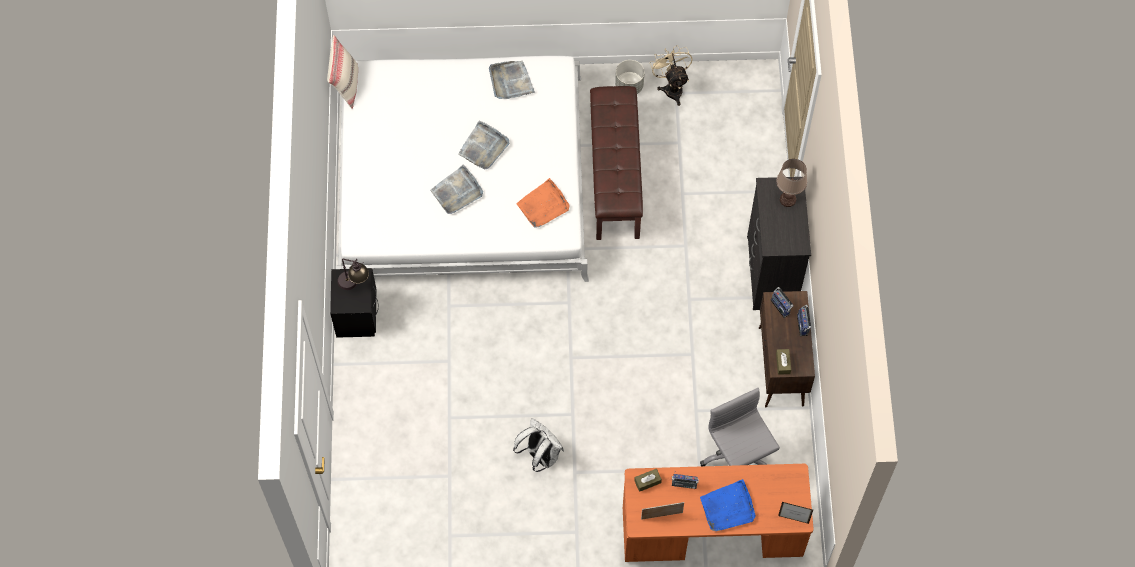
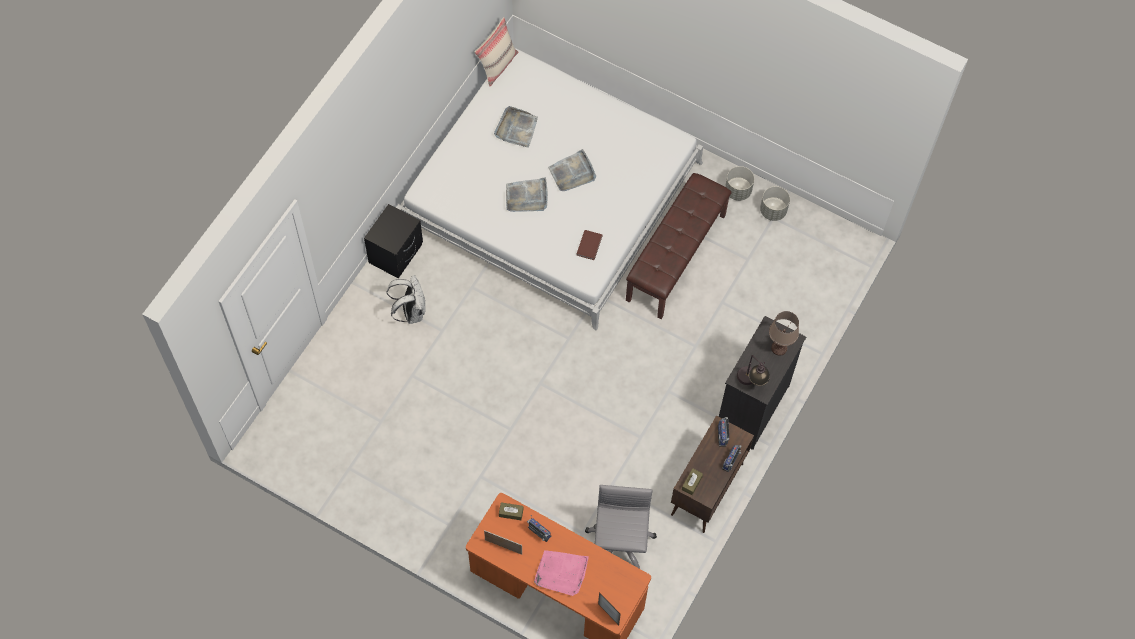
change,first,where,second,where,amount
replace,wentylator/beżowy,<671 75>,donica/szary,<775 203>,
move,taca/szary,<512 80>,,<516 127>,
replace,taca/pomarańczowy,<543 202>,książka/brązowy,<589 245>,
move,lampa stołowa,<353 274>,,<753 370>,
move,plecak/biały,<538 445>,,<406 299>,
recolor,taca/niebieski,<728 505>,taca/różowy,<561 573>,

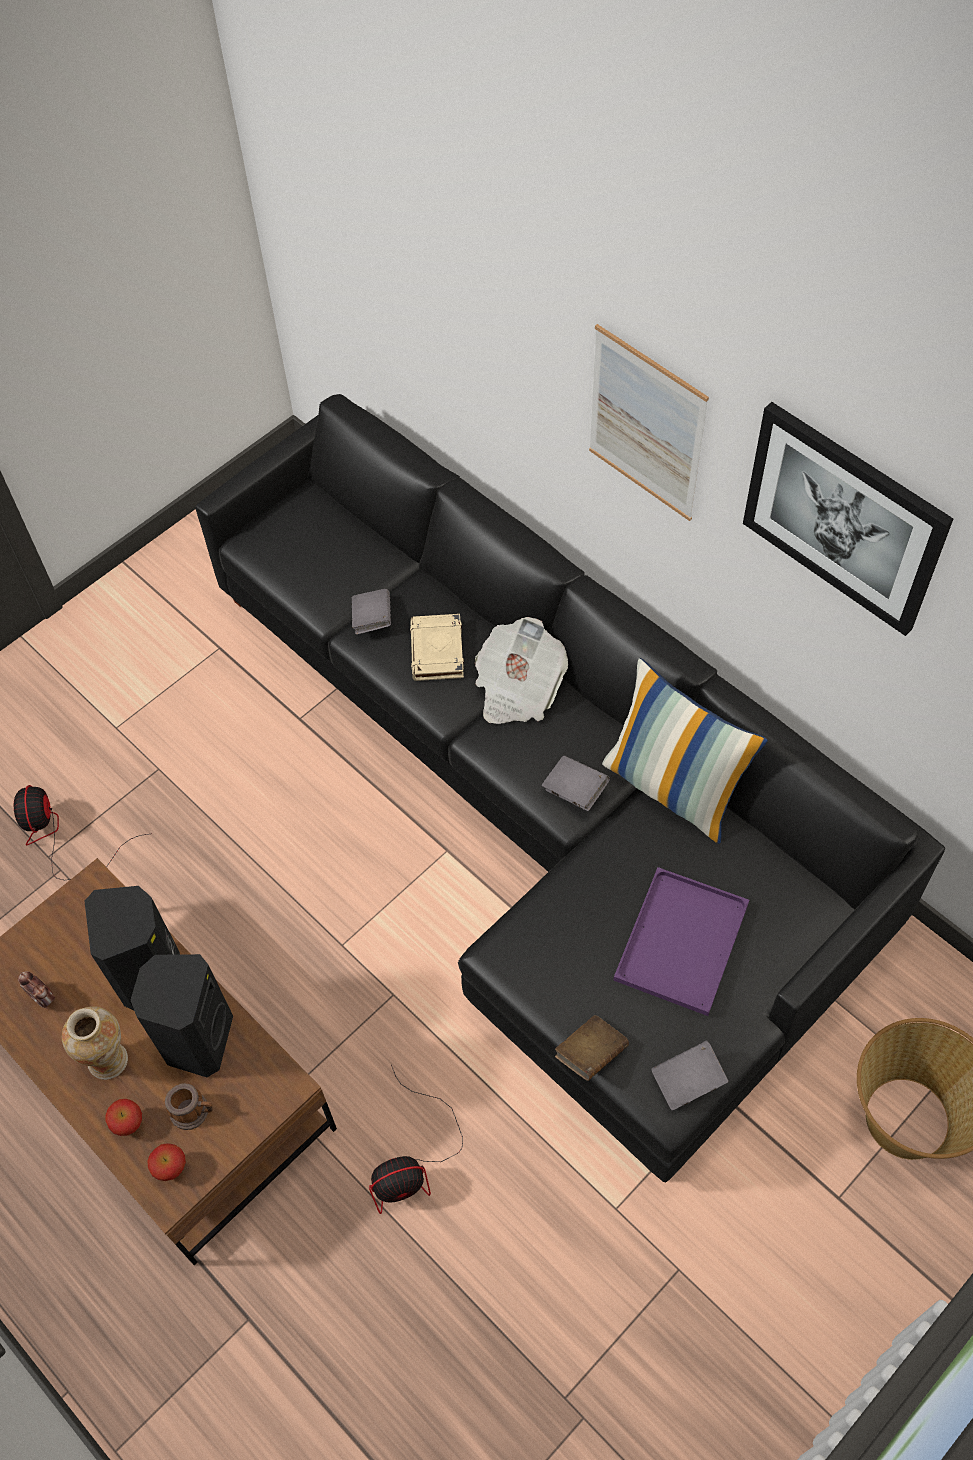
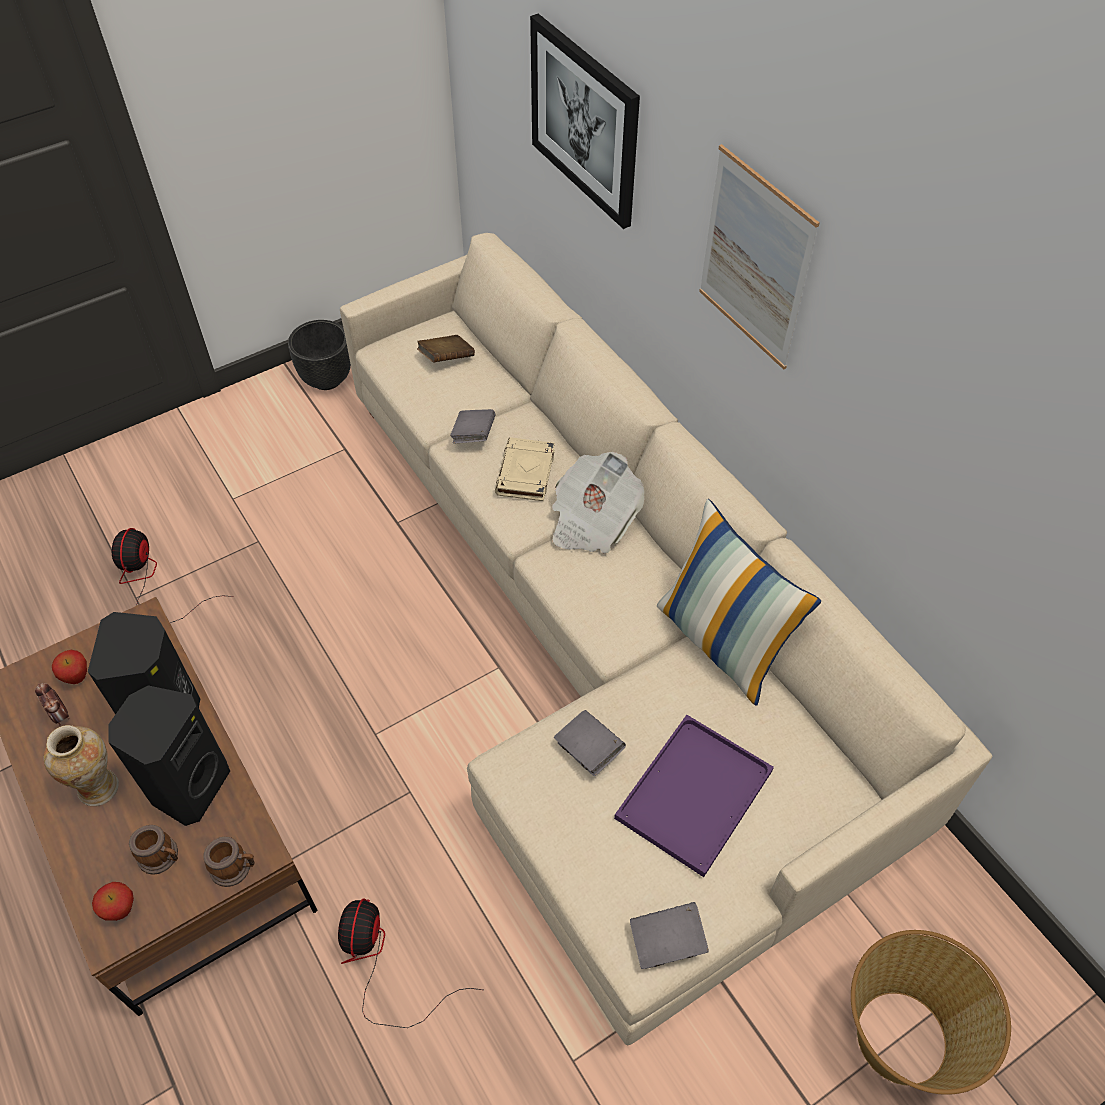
change,first,where,second,where,amount
recolor,kanapa/czarny,<570 788>,kanapa/beżowy,<666 639>,
move,obraz,<848 519>,,<585 121>,
move,książka/szary,<576 783>,,<590 743>,
move,książka/brązowy,<592 1048>,,<446 348>,
rotate,wentylator,<416 1139>,,<410 963>,105 degrees clockwise
move,jabłko,<124 1117>,,<69 667>,
insert,,,donica/czarny,<319 355>,
insert,,,kubek,<229 862>,

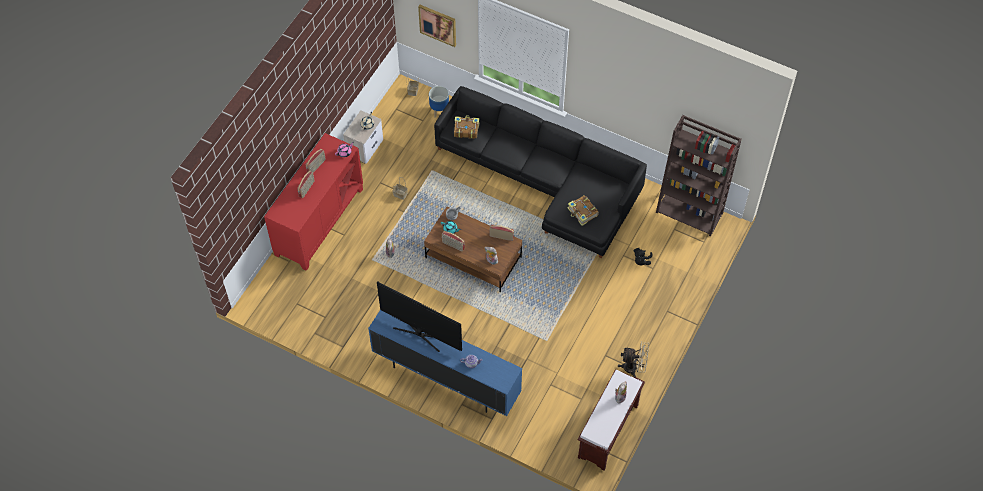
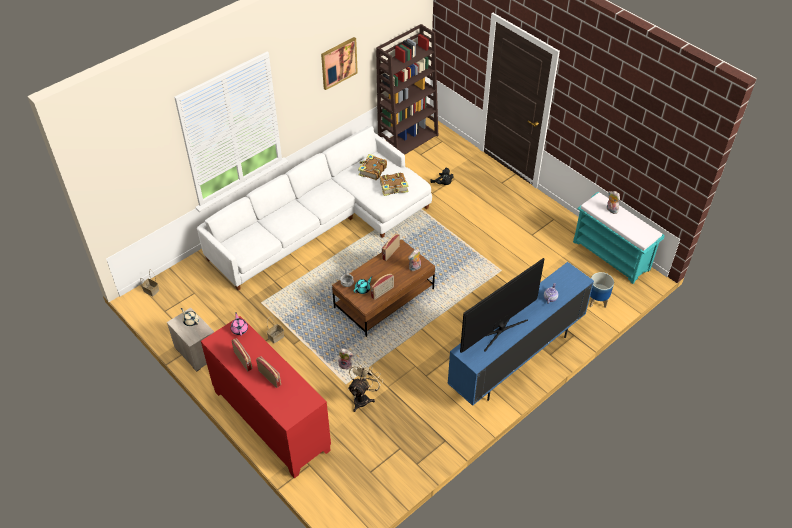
change,first,where,second,where,amount
move,obraz,<437 26>,,<339 63>,
move,donica,<439 102>,,<601 290>,
recolor,kanapa/czarny,<540 172>,kanapa/biały,<314 208>,
move,książka,<466 127>,,<372 167>,
move,wentylator/beżowy,<633 359>,,<365 387>,
recolor,ławka/brązowy,<611 420>,ławka/turkusowy,<619 238>,

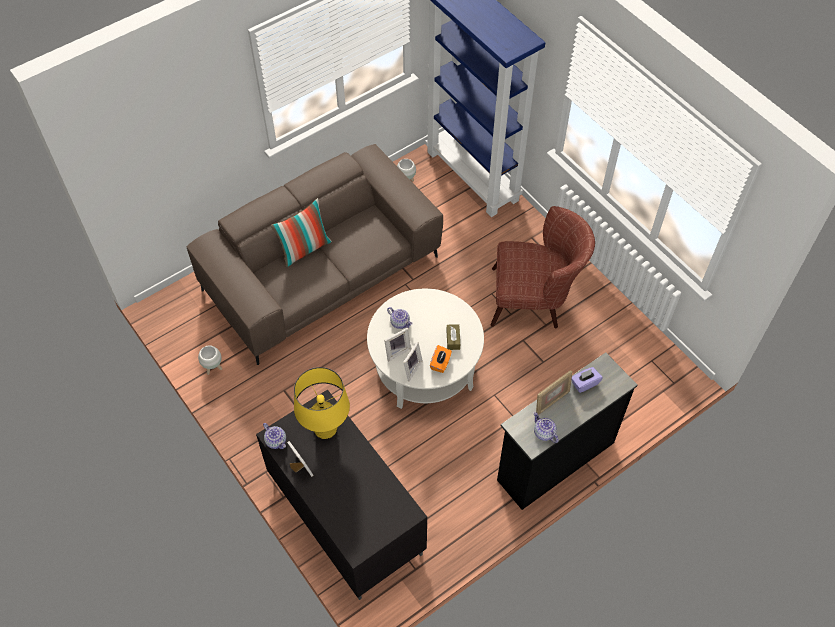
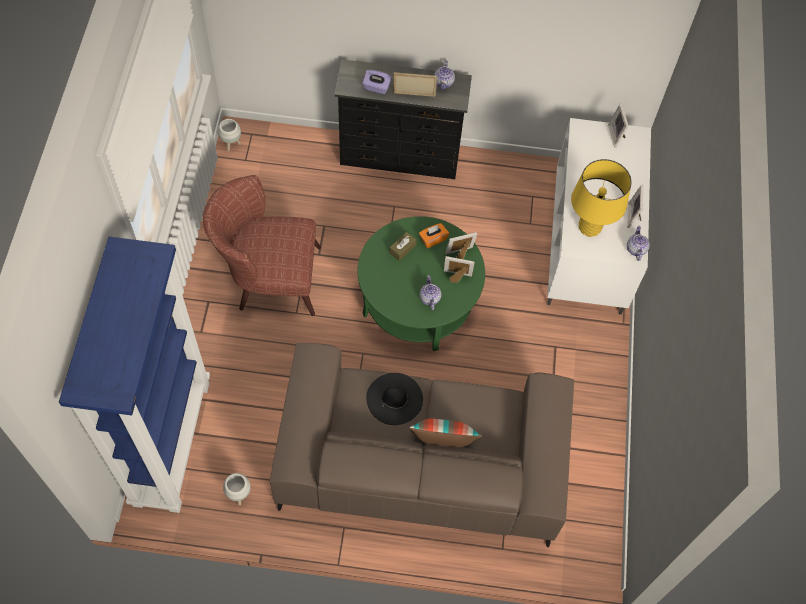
change,first,where,second,where,amount
rotate,fotel/brązowy,<543 267>,,<262 245>,45 degrees counterclockwise
recolor,ława/biały,<425 349>,ława/zielony,<421 283>,
move,donica/biały,<210 360>,,<229 135>,
recolor,szafka pod telewizor/czarny,<341 494>,szafka pod telewizor/biały,<599 216>,
insert,,,ramka na zdjęcie,<618 125>,
insert,,,kapelusz/czarny,<394 399>,

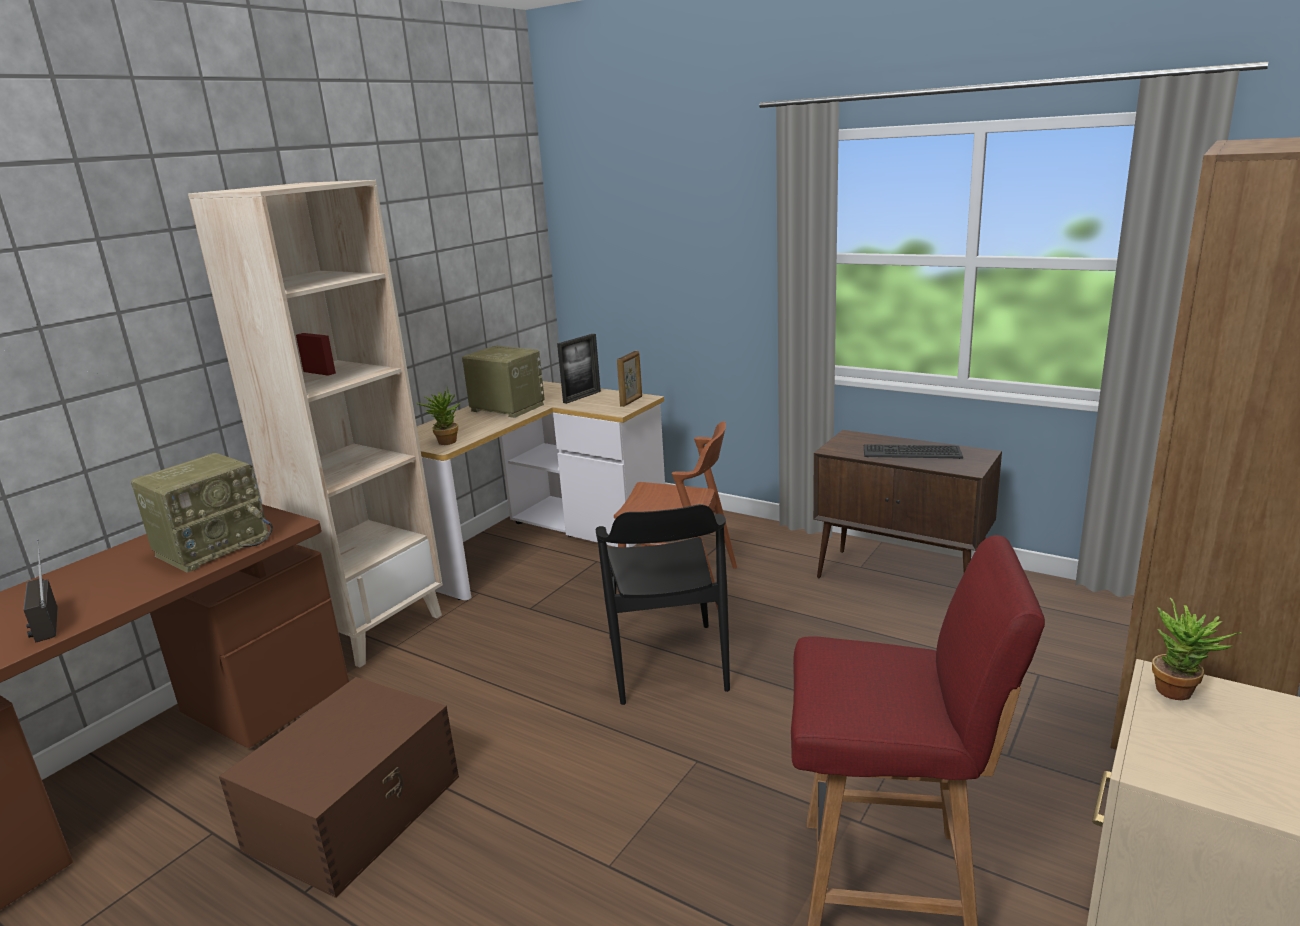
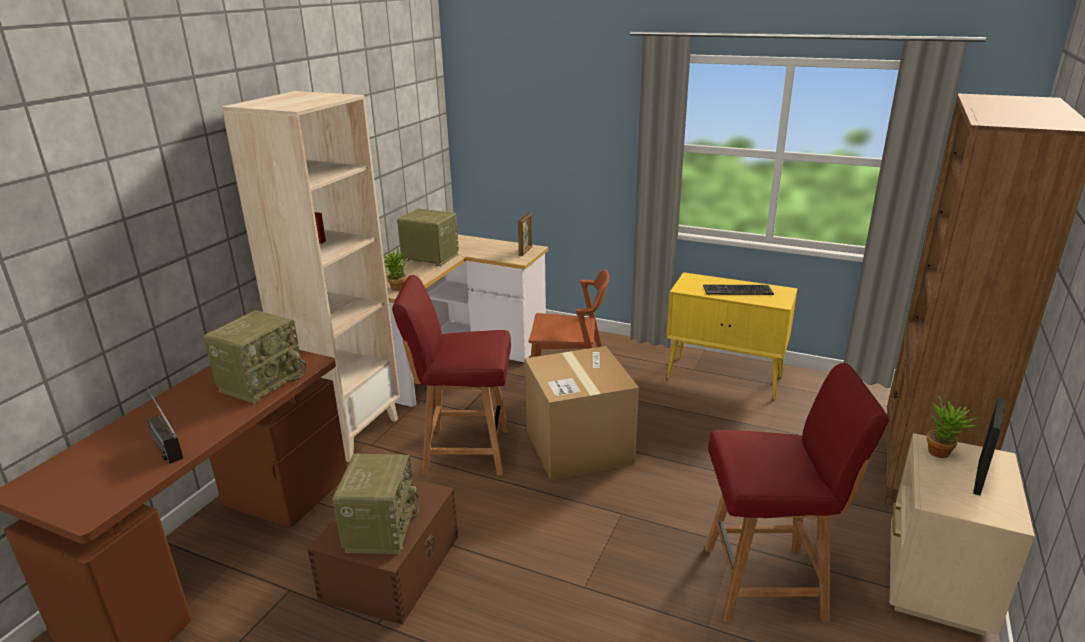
change,first,where,second,where,amount
move,ramka na zdjęcie,<579 369>,,<989 446>,
recolor,szafka/brązowy,<907 504>,szafka/żółty,<732 336>,
replace,krzesło/czarny,<663 604>,karton,<582 413>,
insert,,,krzesło/czerwony,<451 375>,
insert,,,radio,<375 503>,

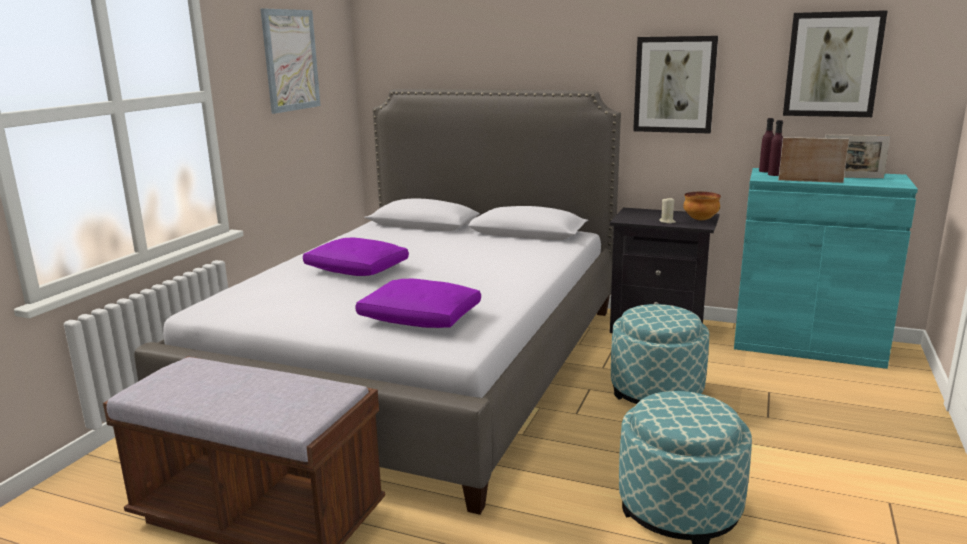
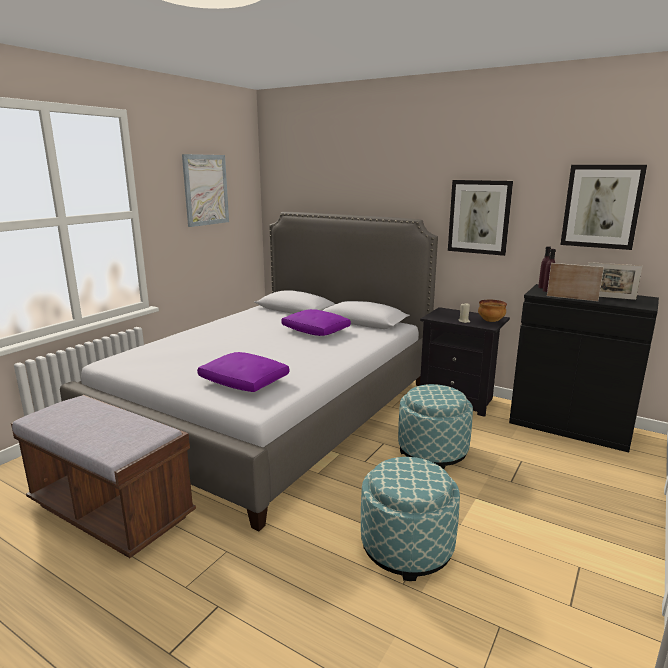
change,first,where,second,where,amount
recolor,szafka/turkusowy,<826 268>,szafka/czarny,<584 368>,
move,poduszka/fioletowy,<356 257>,,<316 322>,

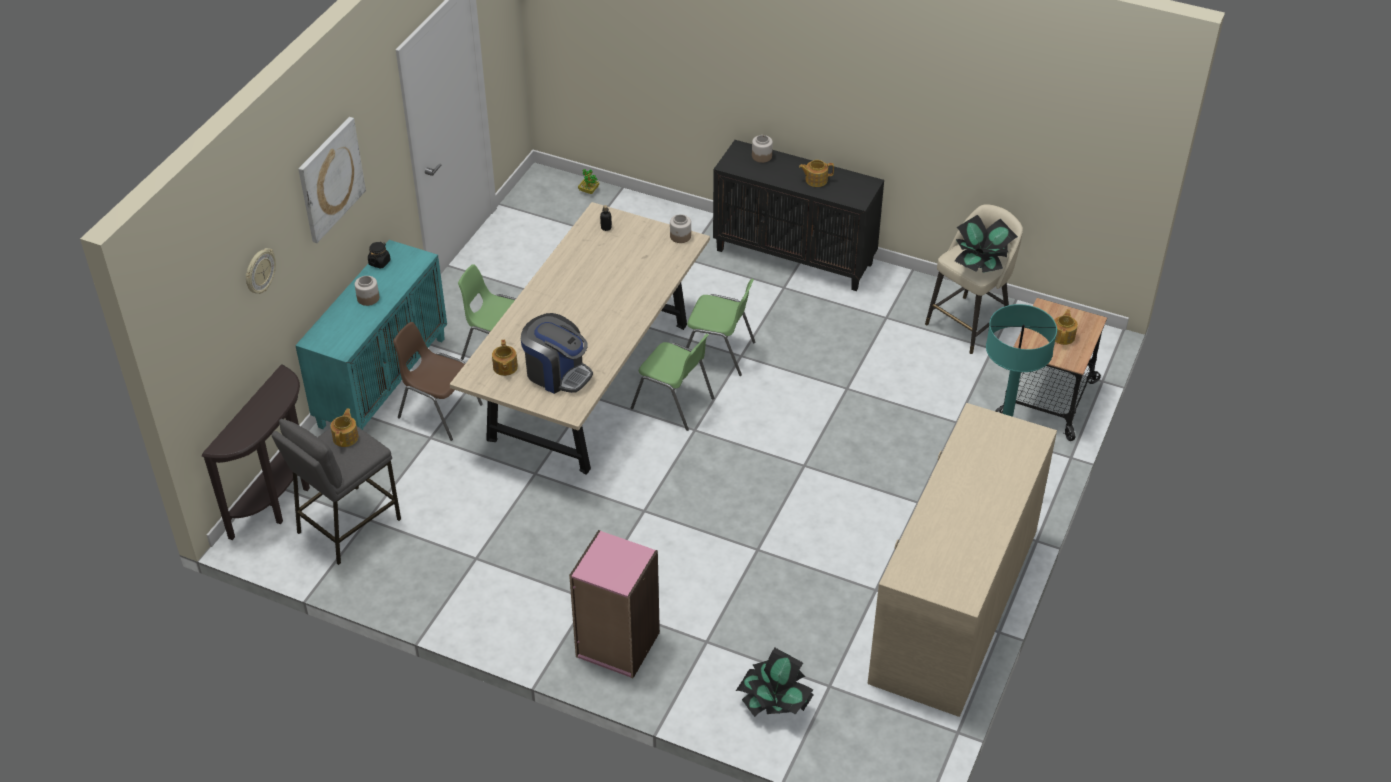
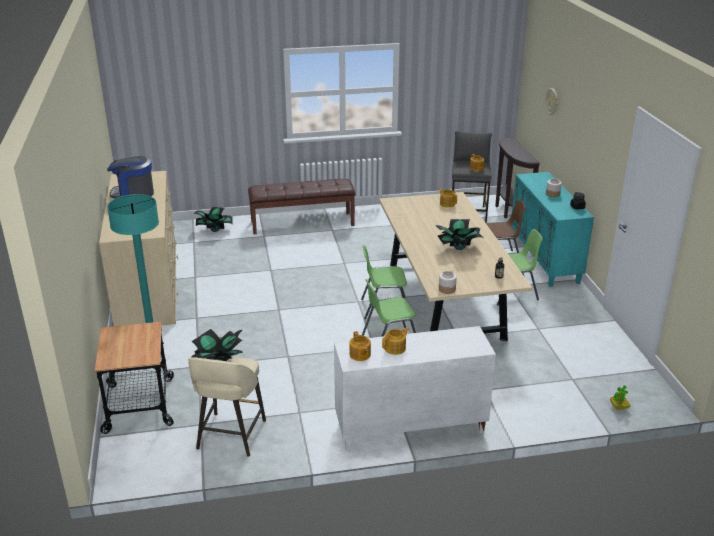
change,first,where,second,where,amount
delete,obraz,<332 180>,,,
delete,słoik,<762 149>,,,
recolor,szafka/czarny,<798 215>,szafka/biały,<415 388>,
move,imbryk,<1066 327>,,<360 346>,
move,ekspres do kawy,<557 353>,,<130 177>,
replace,regał/różowy,<614 604>,ławka/brązowy,<301 206>,
insert,,,roślina doniczkowa,<459 234>,

